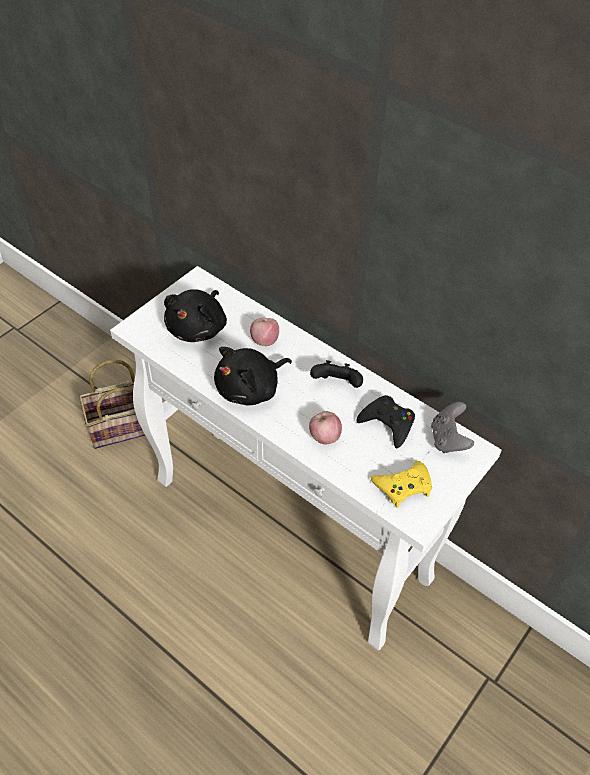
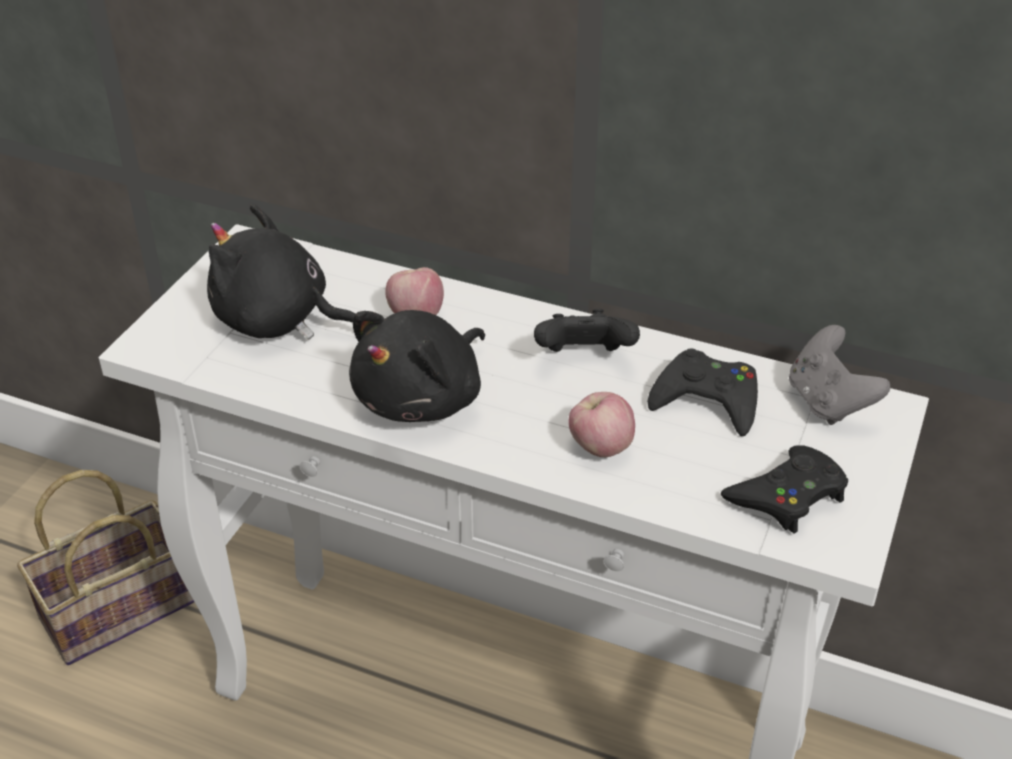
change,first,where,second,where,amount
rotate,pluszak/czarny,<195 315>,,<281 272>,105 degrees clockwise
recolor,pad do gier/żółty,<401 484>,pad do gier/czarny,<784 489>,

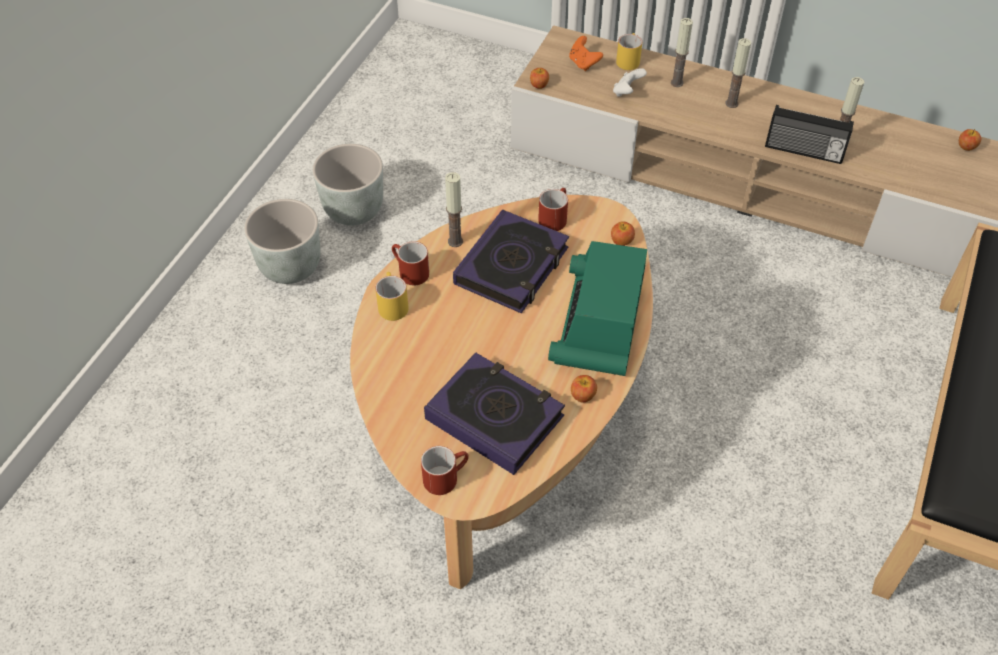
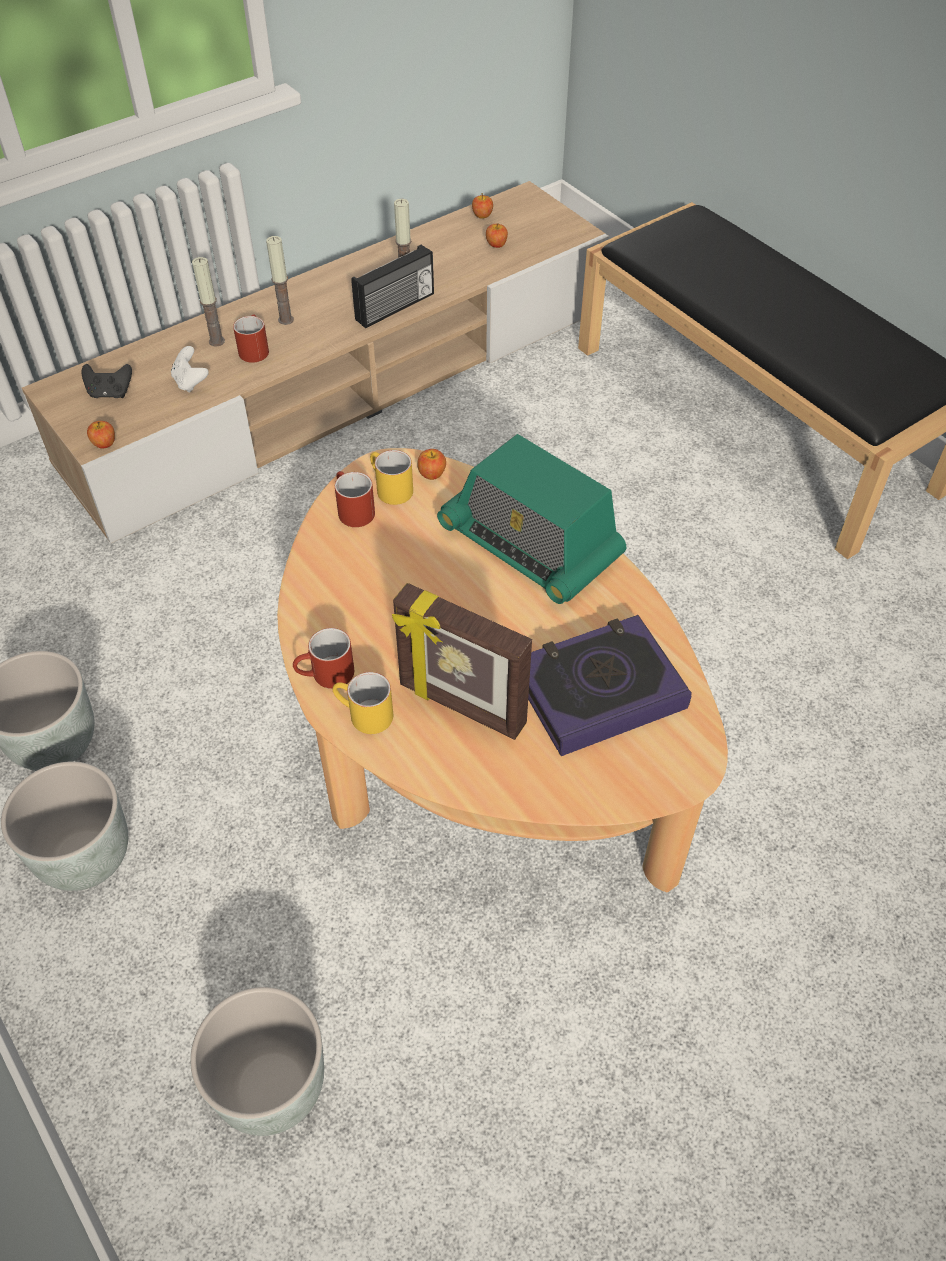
change,first,where,second,where,amount
move,kubek/żółty,<629 51>,,<391 477>,
recolor,pad do gier/pomarańczowy,<586 53>,pad do gier/czarny,<107 381>,
delete,świeca,<454 209>,,,
delete,książka,<511 261>,,,
move,jabłko,<584 388>,,<497 235>,
move,kubek/czerwony,<445 470>,,<251 338>,
insert,,,ramka na zdjęcie,<462 661>,
insert,,,donica/szary,<257 1061>,

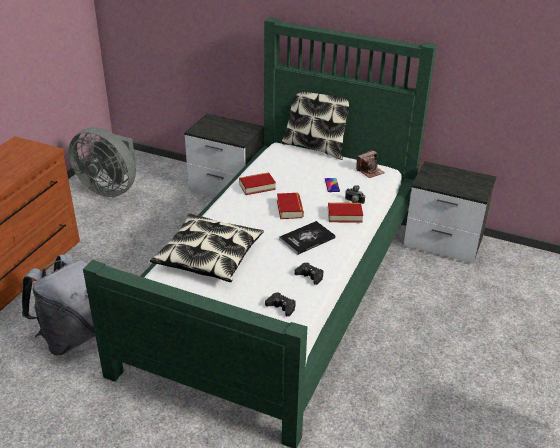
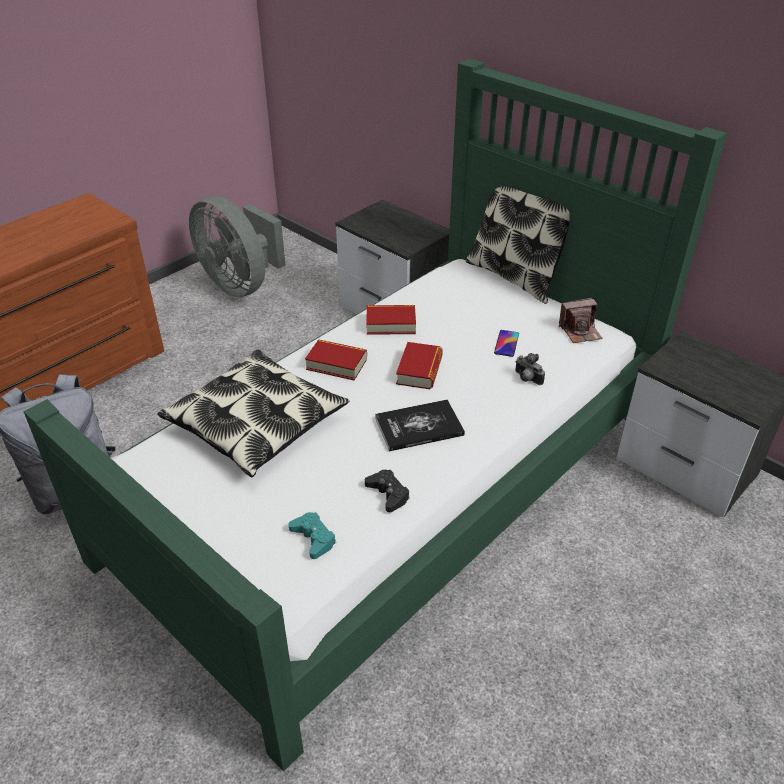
change,first,where,second,where,amount
move,książka,<345 213>,,<336 359>,
recolor,pad do gier/czarny,<280 304>,pad do gier/turkusowy,<312 535>,

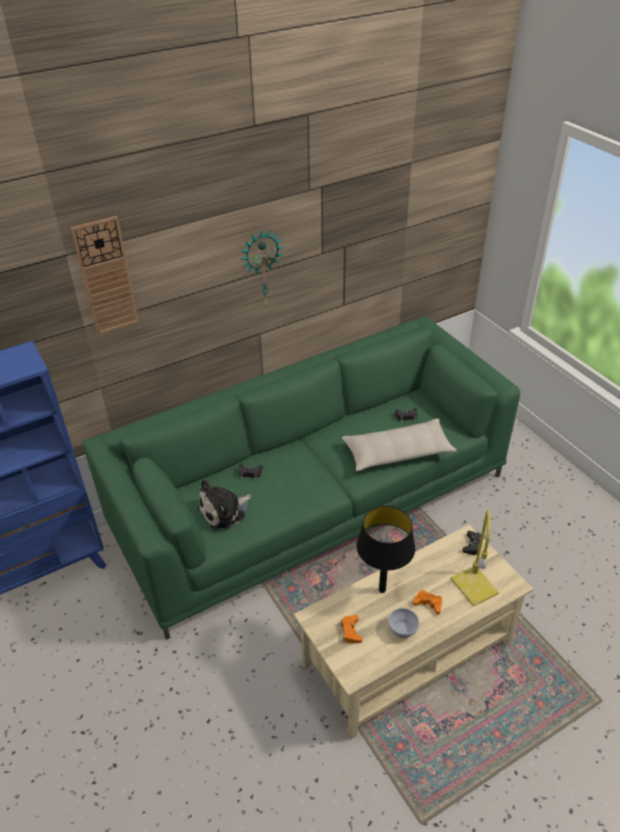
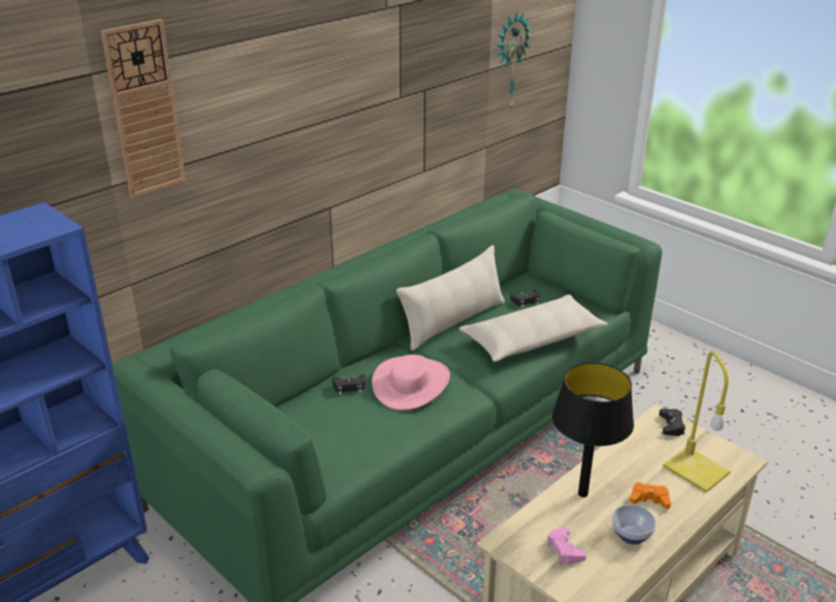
change,first,where,second,where,amount
move,zegar ścienny,<262 268>,,<514 61>,
delete,pluszak,<224 505>,,,
recolor,pad do gier/pomarańczowy,<351 629>,pad do gier/różowy,<566 545>,
insert,,,poduszka/beżowy,<450 298>,
insert,,,kapelusz/różowy,<411 382>,

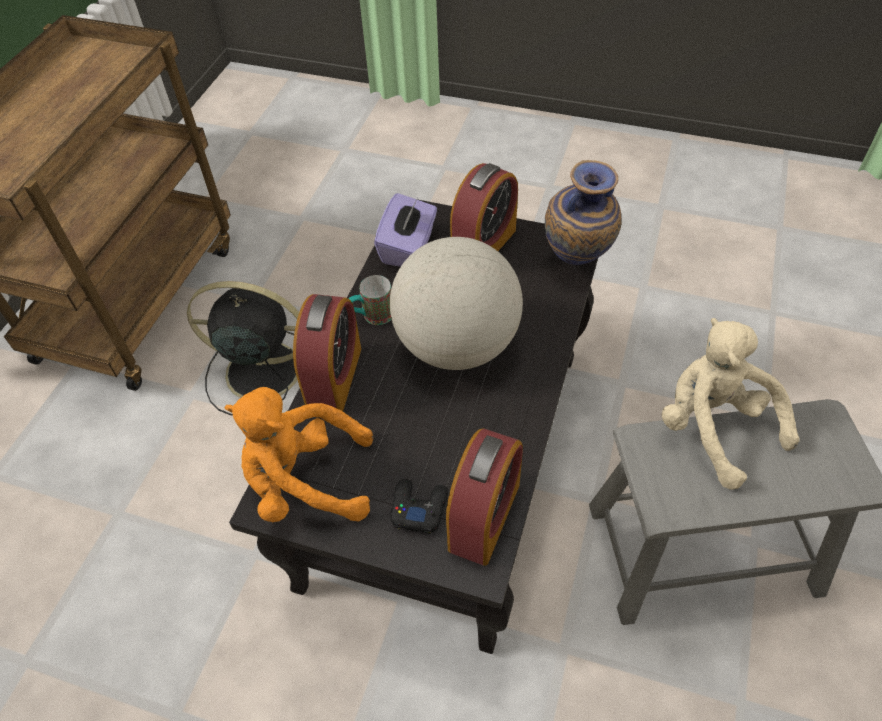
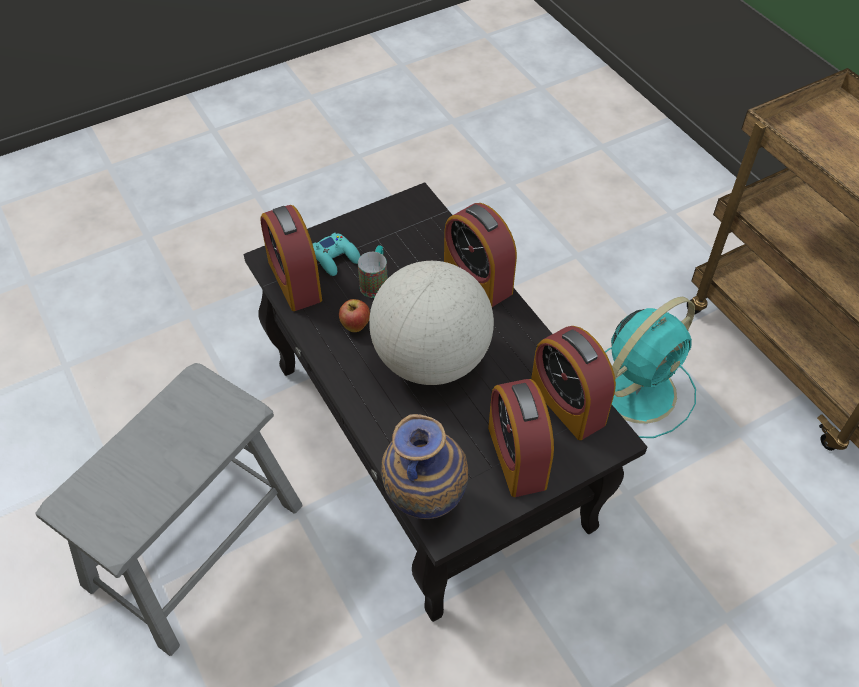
change,first,where,second,where,amount
replace,pudełko chusteczek/fioletowy,<405 230>,budzik,<573 383>,
move,kubek,<369 300>,,<373 271>,
recolor,wentylator/czarny,<243 348>,wentylator/turkusowy,<650 367>,
delete,pluszak/beżowy,<731 404>,,,
delete,pluszak/pomarańczowy,<298 454>,,,
recolor,pad do gier/czarny,<419 506>,pad do gier/turkusowy,<336 254>,
insert,,,jabłko,<354 315>,

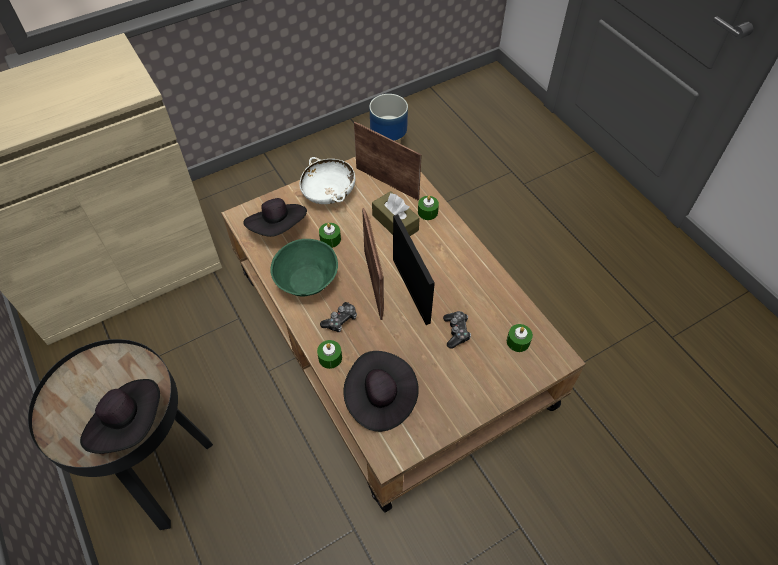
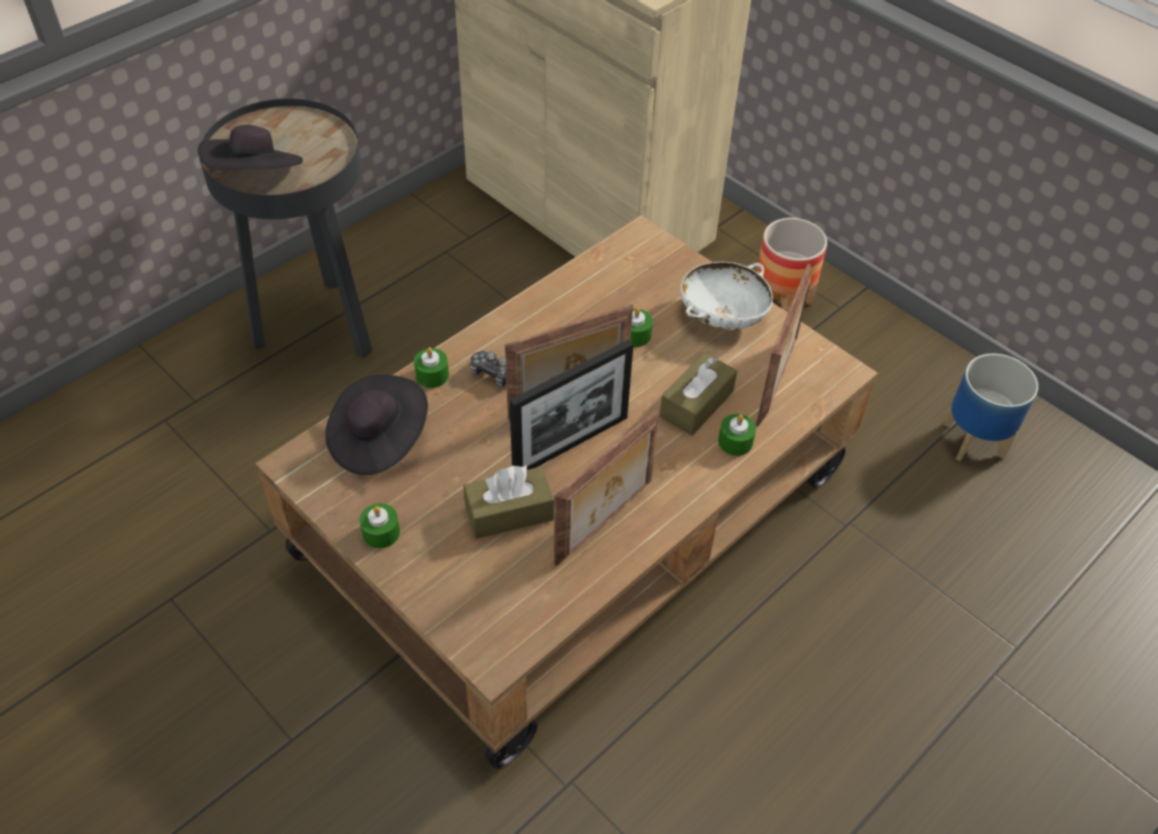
change,first,where,second,where,amount
delete,kapelusz/czarny,<275 217>,,,
delete,miska/zielony,<304 268>,,,
replace,pad do gier,<457 330>,pudełko chusteczek/brązowy,<508 502>,
move,świeca/zielony,<520 338>,,<379 526>,
insert,,,donica,<791 265>,
insert,,,ramka na zdjęcie,<606 487>,

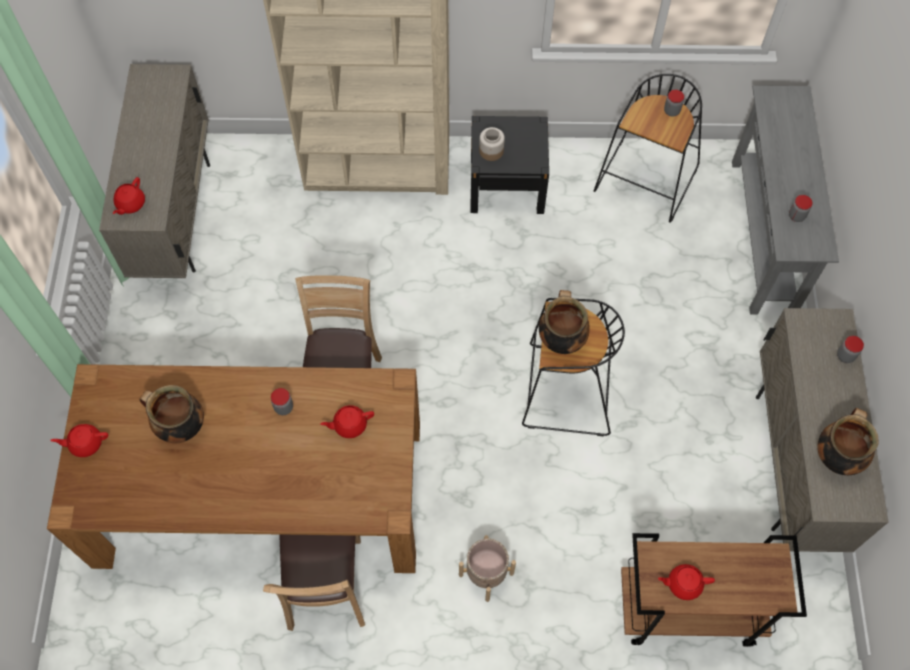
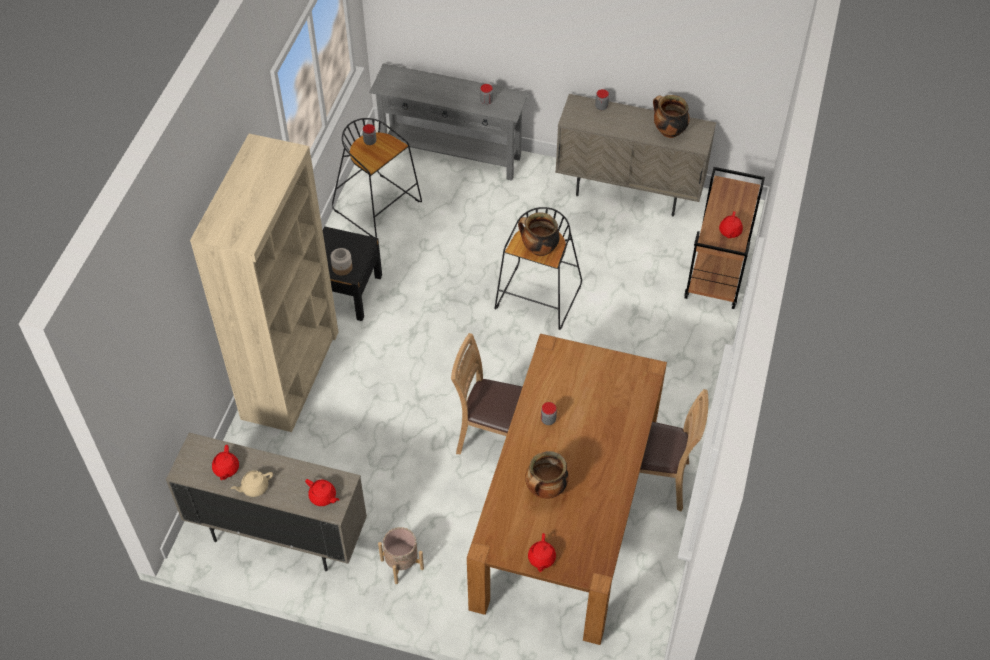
change,first,where,second,where,amount
move,imbryk/czerwony,<347 421>,,<225 462>,
move,donica/beżowy,<487 568>,,<401 555>,
insert,,,imbryk/beżowy,<252 483>,

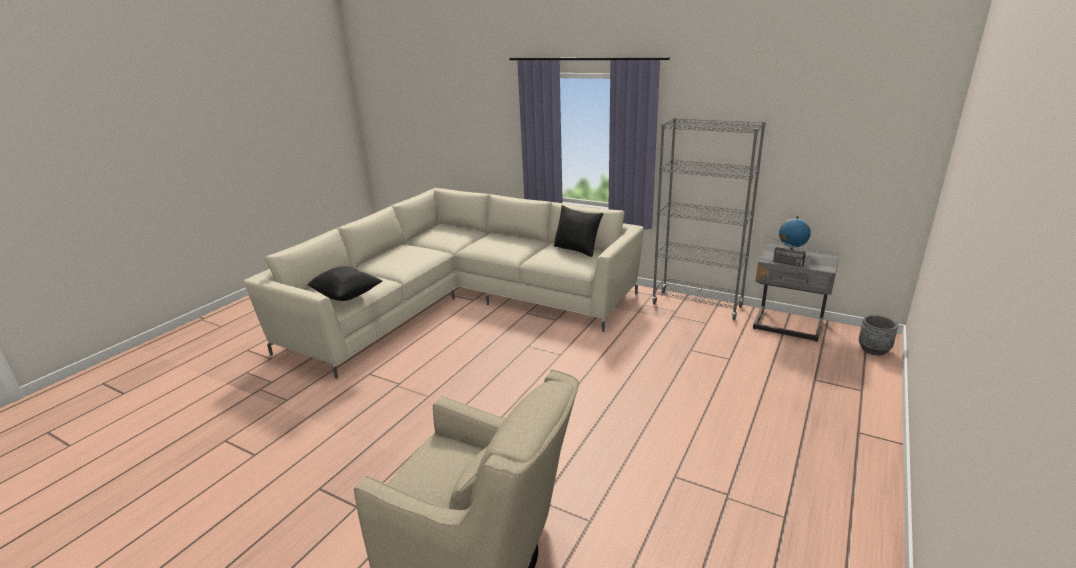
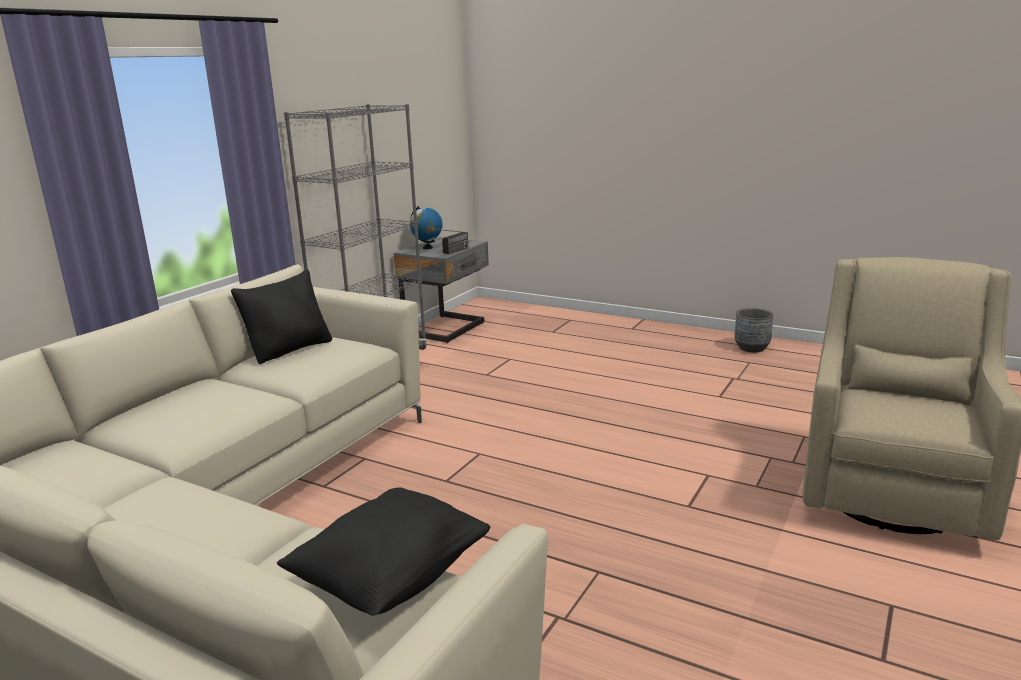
change,first,where,second,where,amount
move,donica/szary,<878 335>,,<753 330>,

